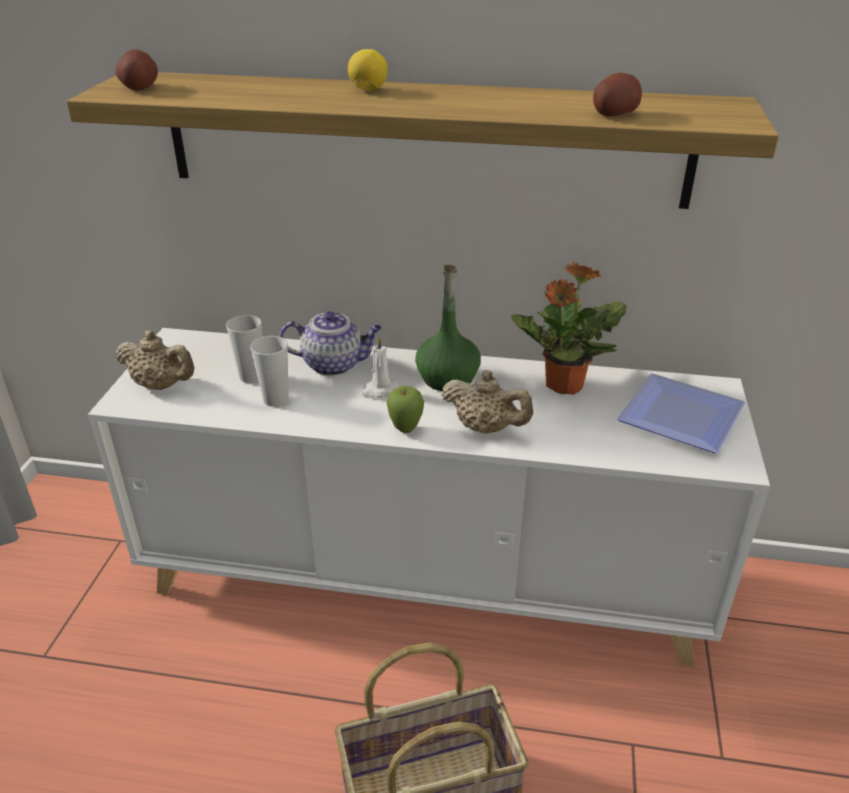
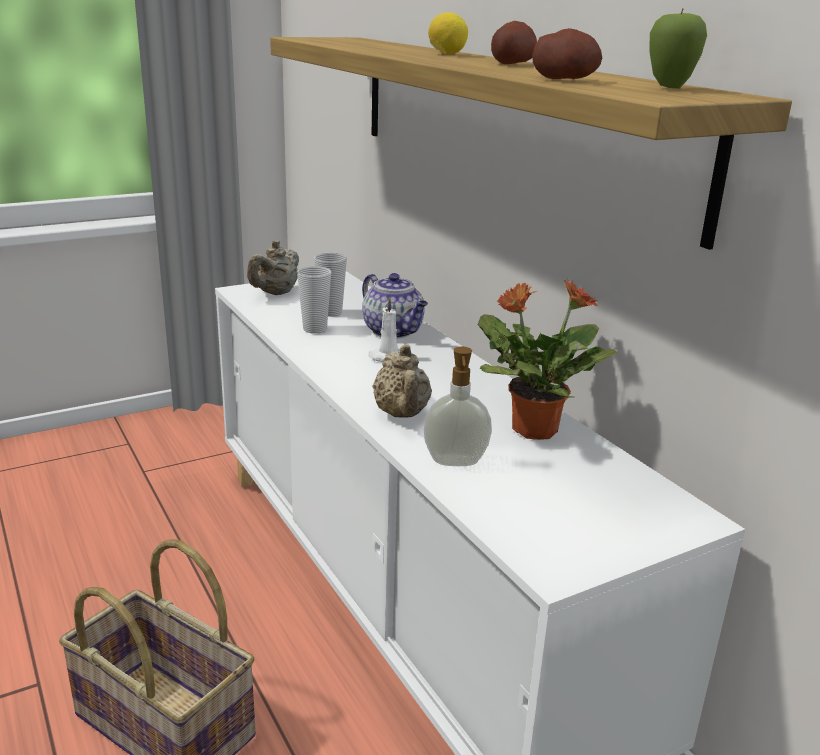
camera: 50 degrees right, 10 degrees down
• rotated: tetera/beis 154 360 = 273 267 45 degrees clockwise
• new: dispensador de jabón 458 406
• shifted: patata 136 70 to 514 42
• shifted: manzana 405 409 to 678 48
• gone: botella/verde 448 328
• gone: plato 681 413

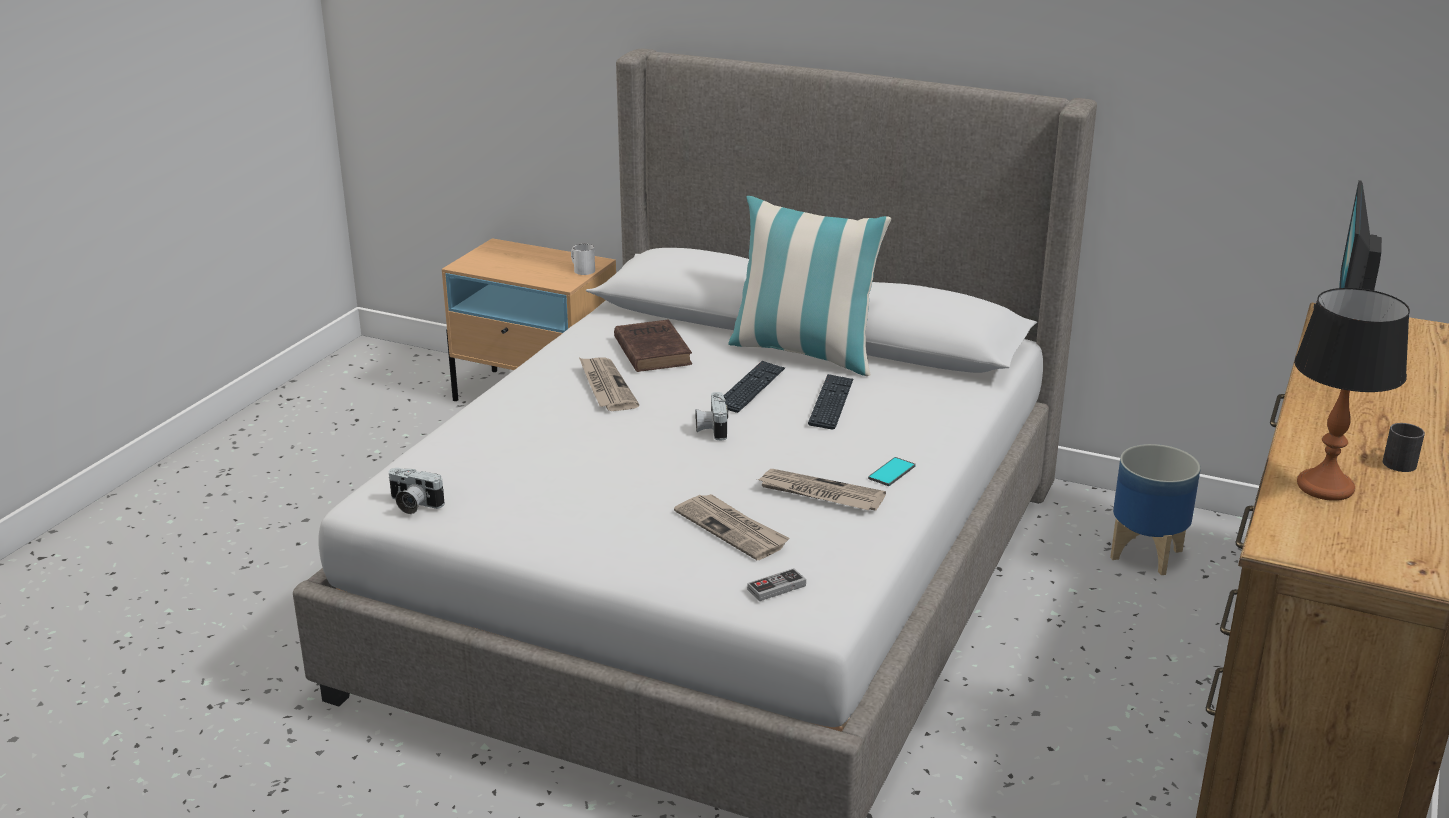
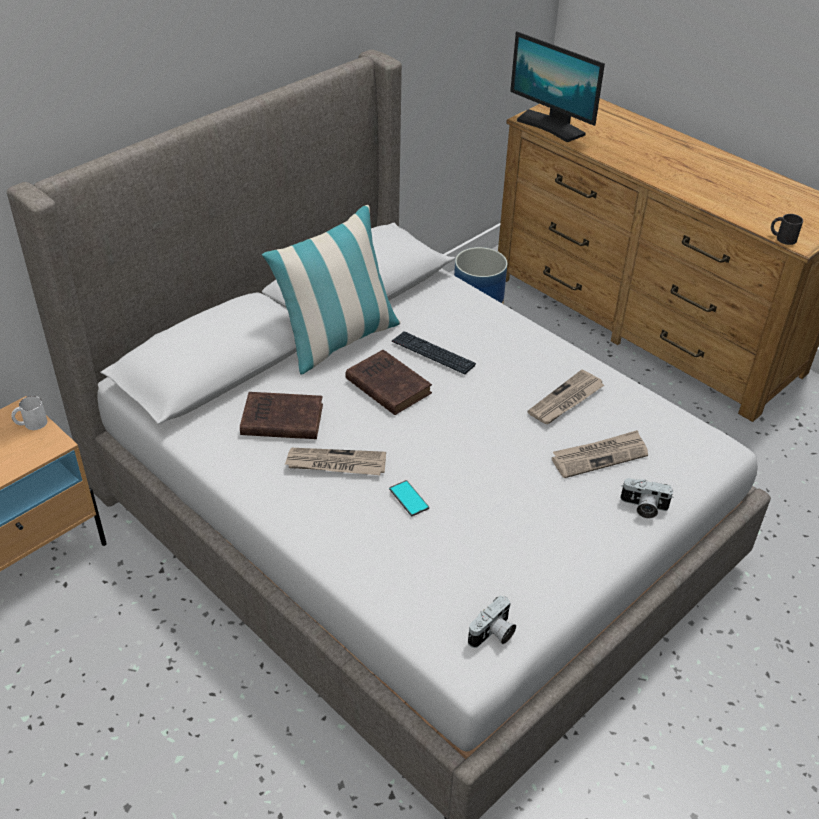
camera: 70 degrees left, 15 degrees up
• swapped: teclado 754 387 to libro/marrón 388 382
• shifted: móvil 892 471 to 409 498
• shifted: cámara 712 416 to 647 498
• shifted: taza grande/negro 1404 447 to 787 229
• gone: mando de consola 776 584
• gone: lámpara de mesa 1352 394

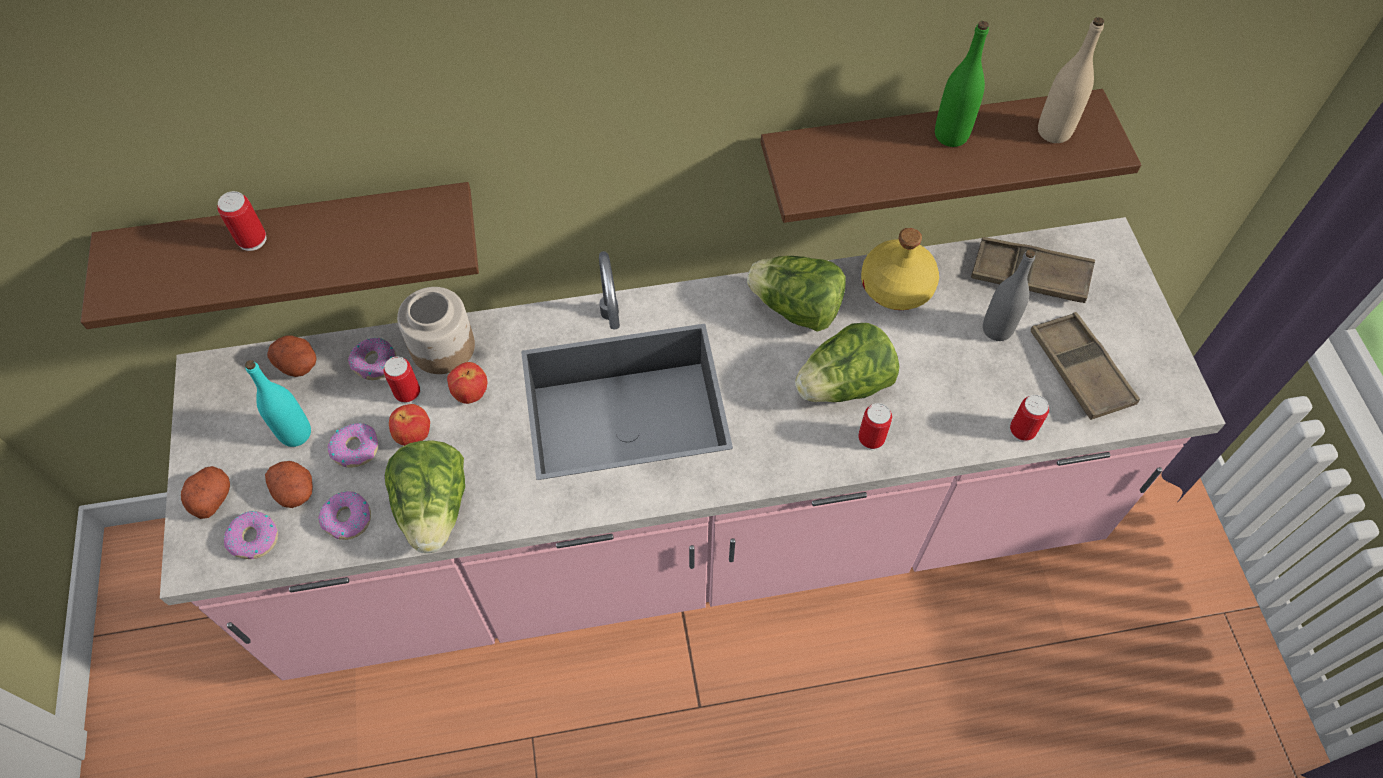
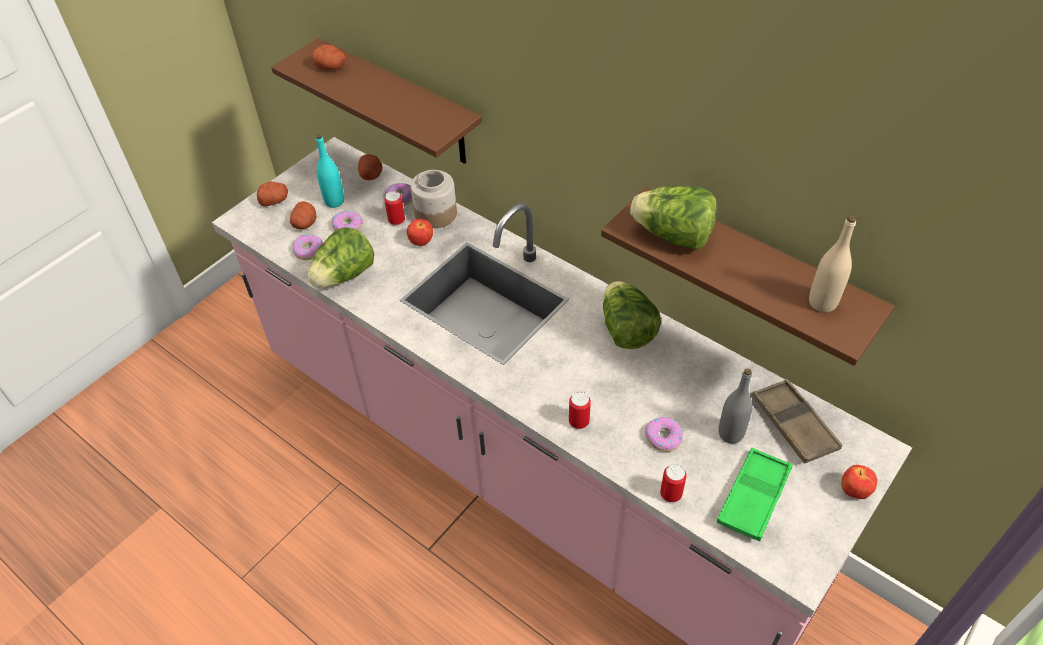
camera: 50 degrees right, 10 degrees down
• new: patata 329 57
• shifted: lechuga 847 362 to 673 218
• shifted: rosquilla 251 535 to 664 434
• repainted: bandeja/marrón 1085 366 to bandeja/verde 755 495
• shifted: manzana 409 425 to 859 482
• gone: lata 241 221
• gone: botella/amarillo 900 269
• gone: botella/verde 962 84

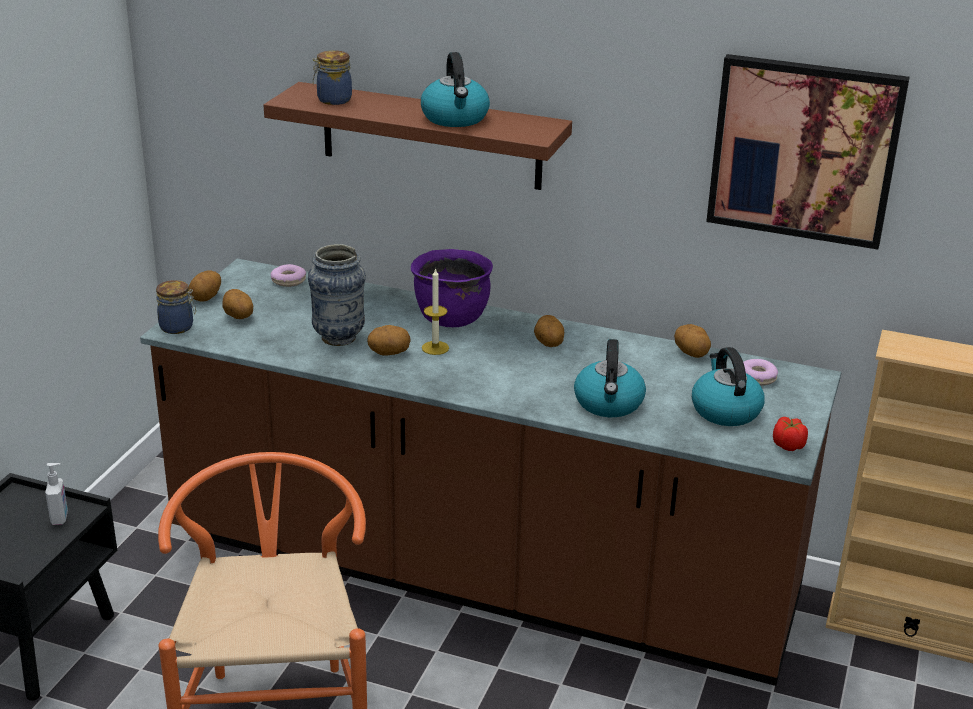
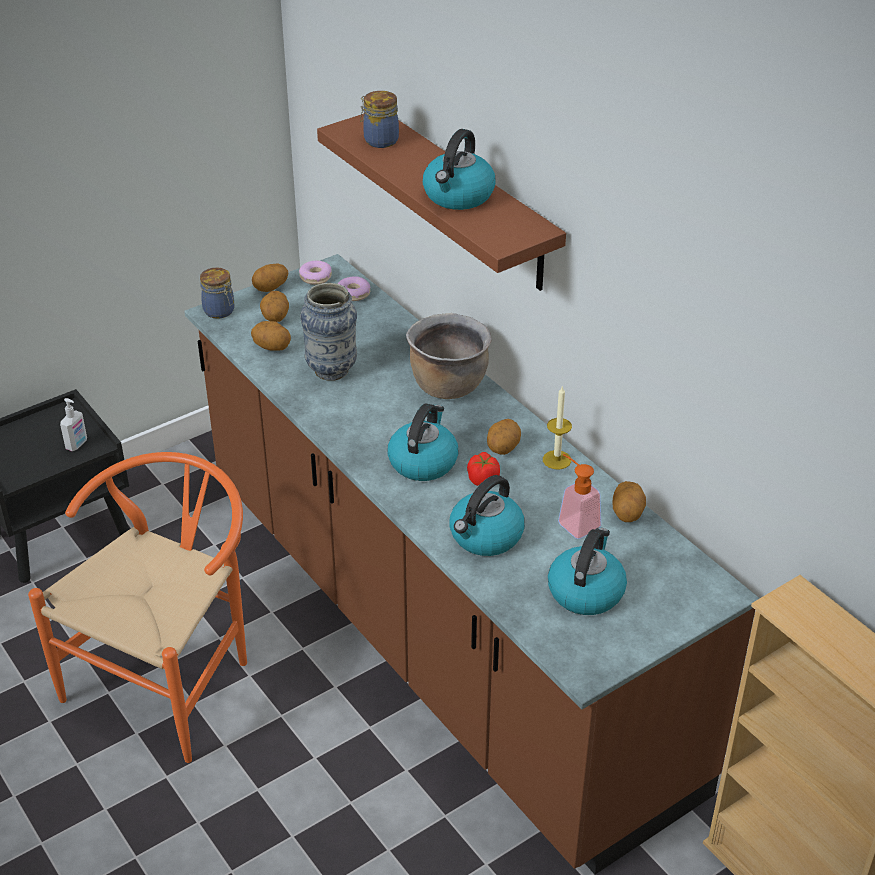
camera: 35 degrees right, 10 degrees up
• shifted: patata 389 340 to 271 336
• shifted: rosquilla 760 372 to 315 273
• new: hervidor 423 442
• repainted: olla/morado 452 288 to olla/marrón 449 356
• shifted: tomate 790 434 to 483 469
• shifted: vela 435 311 to 557 427
• new: dispensador de jabón 579 496
• gone: cuadro 808 151

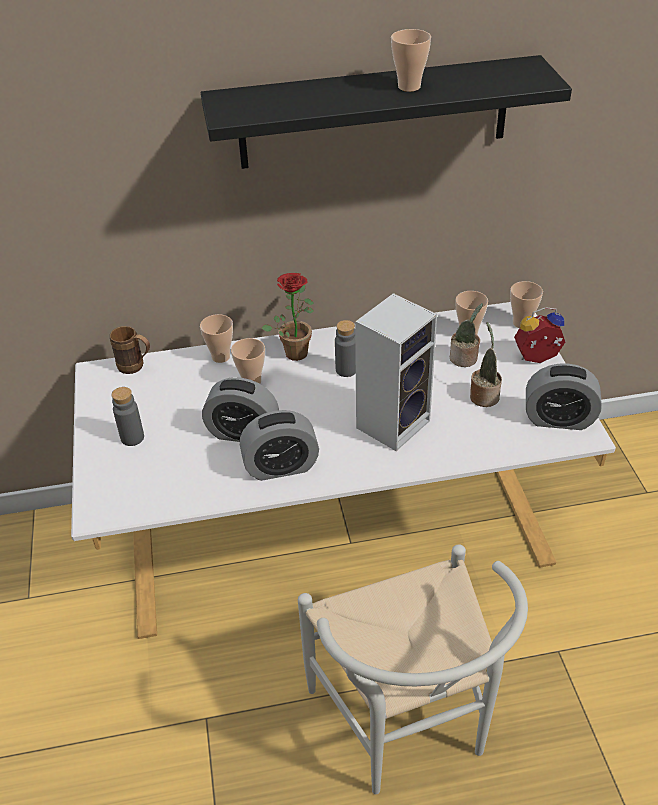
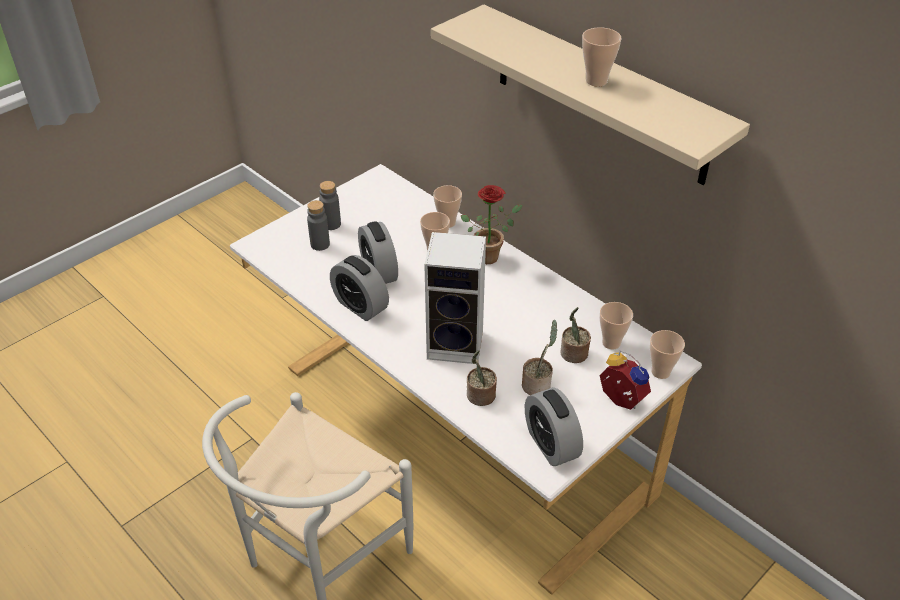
camera: 55 degrees right, 0 degrees up
• shifted: botella/gris 345 348 to 318 225
• repainted: estante/negro 386 112 to estante/beis 590 94
• new: planta en maceta 482 378
• gone: taza grande/marrón 130 350

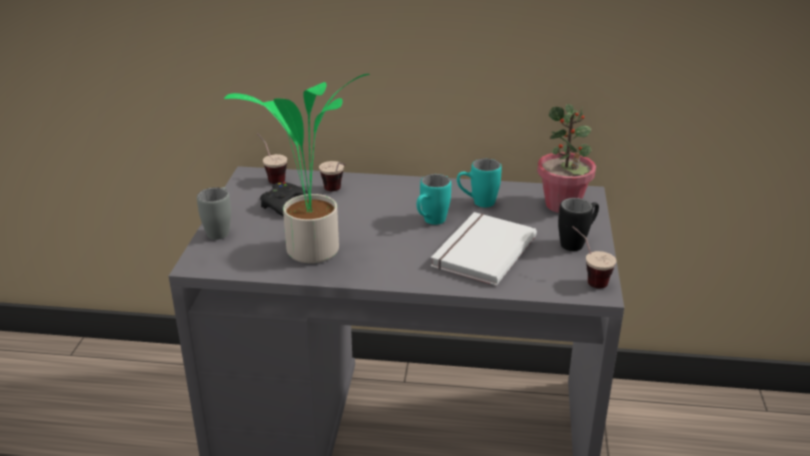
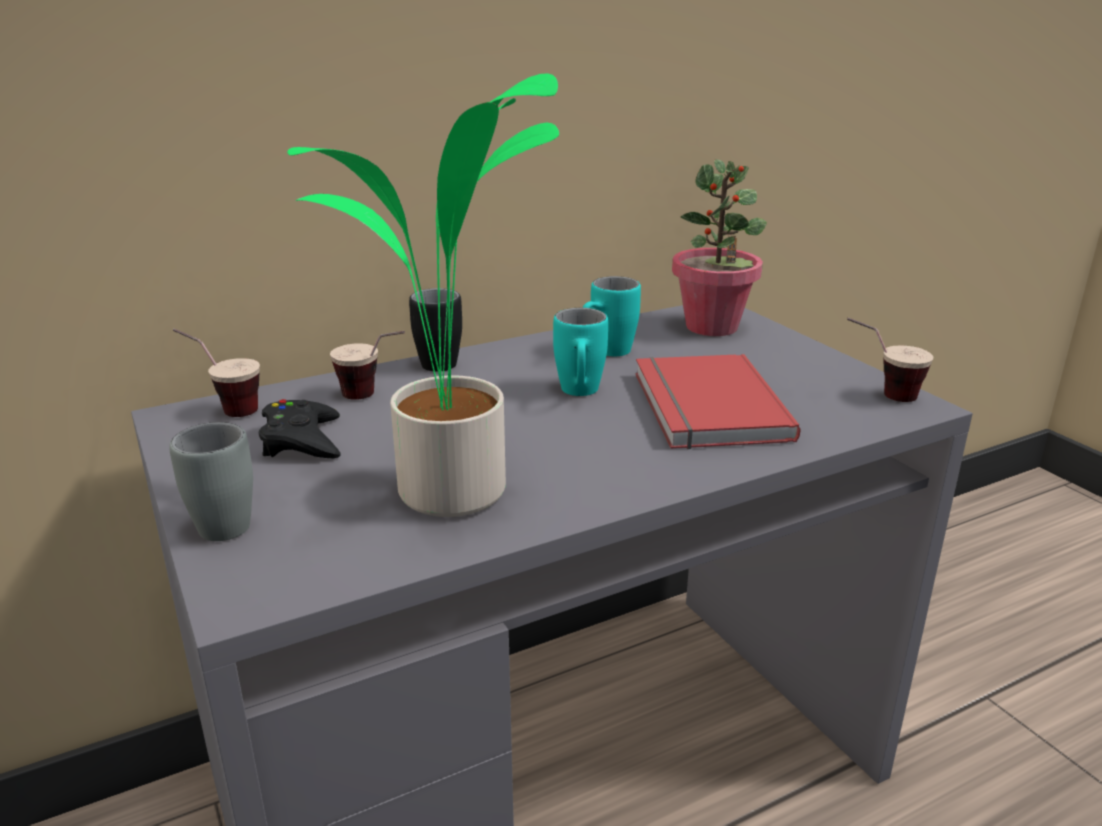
camera: 35 degrees left, 5 degrees down
• shifted: taza grande/negro 578 224 to 435 330
• repainted: libro/blanco 484 249 to libro/rojo 718 401

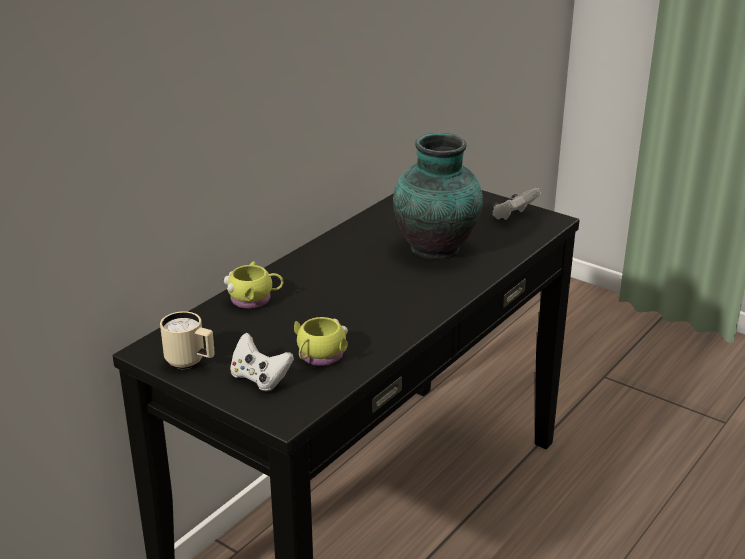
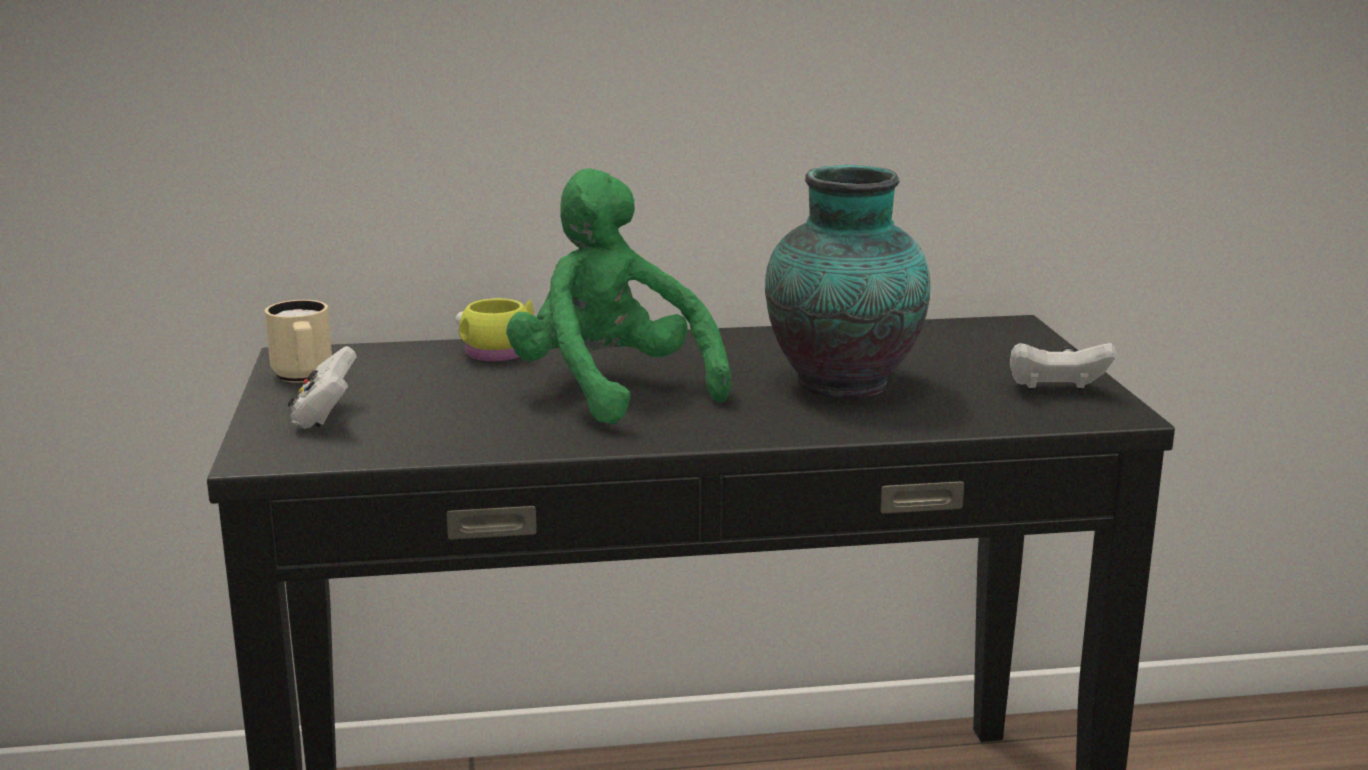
camera: 45 degrees right, 10 degrees down
• new: peluche/verde 618 296
• gone: taza grande/amarillo 321 341

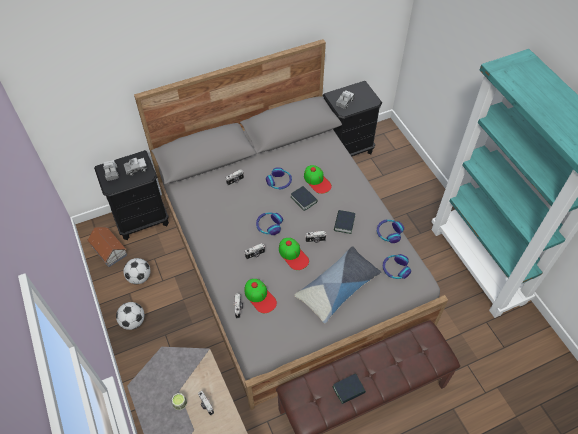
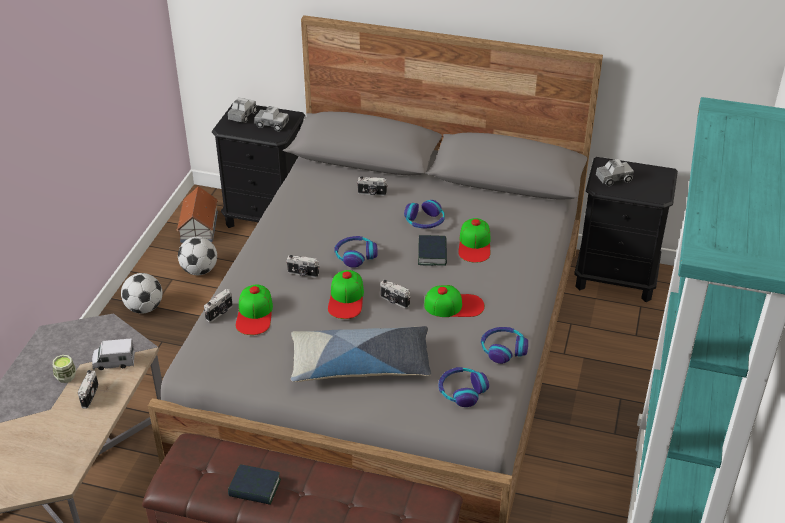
camera: 40 degrees right, 15 degrees down
• new: camión de juguete 113 354
• swapped: libro 344 222 to gorra 454 301

